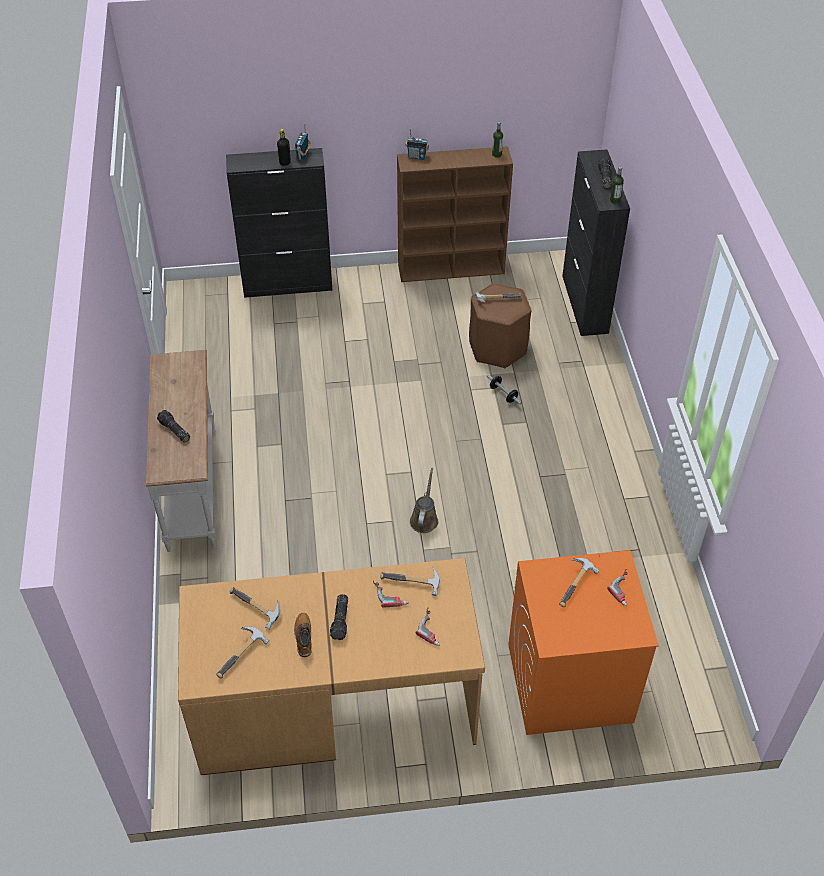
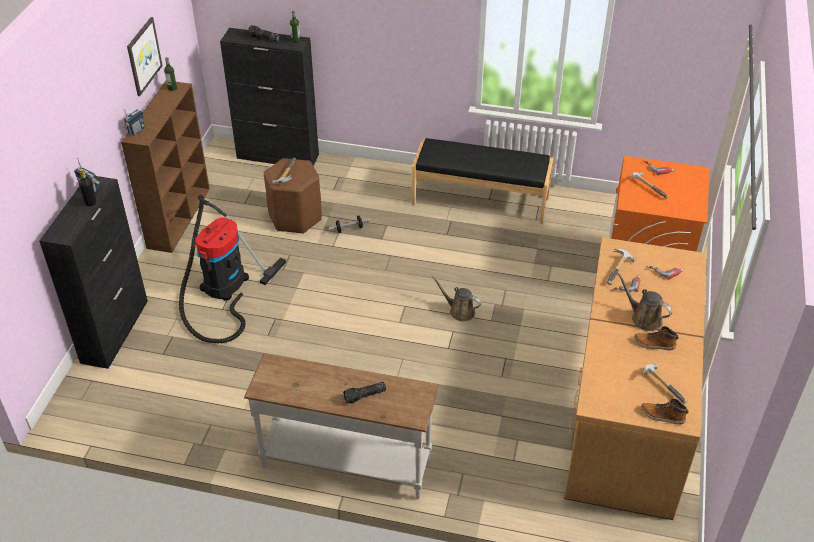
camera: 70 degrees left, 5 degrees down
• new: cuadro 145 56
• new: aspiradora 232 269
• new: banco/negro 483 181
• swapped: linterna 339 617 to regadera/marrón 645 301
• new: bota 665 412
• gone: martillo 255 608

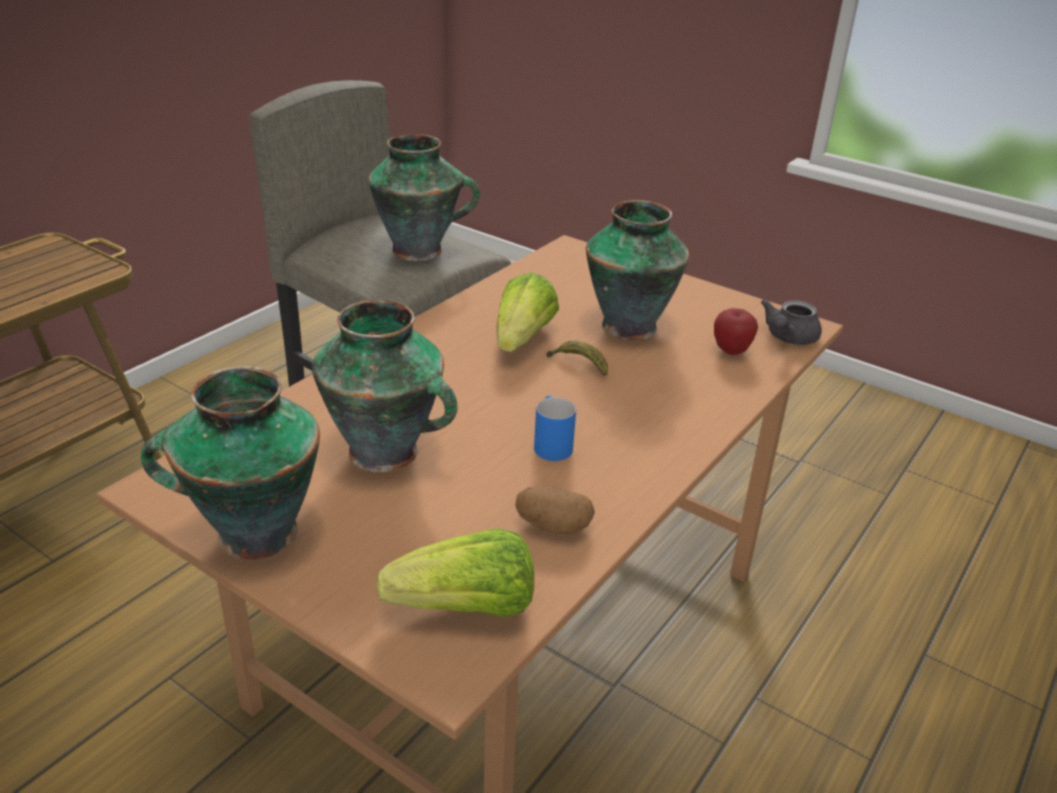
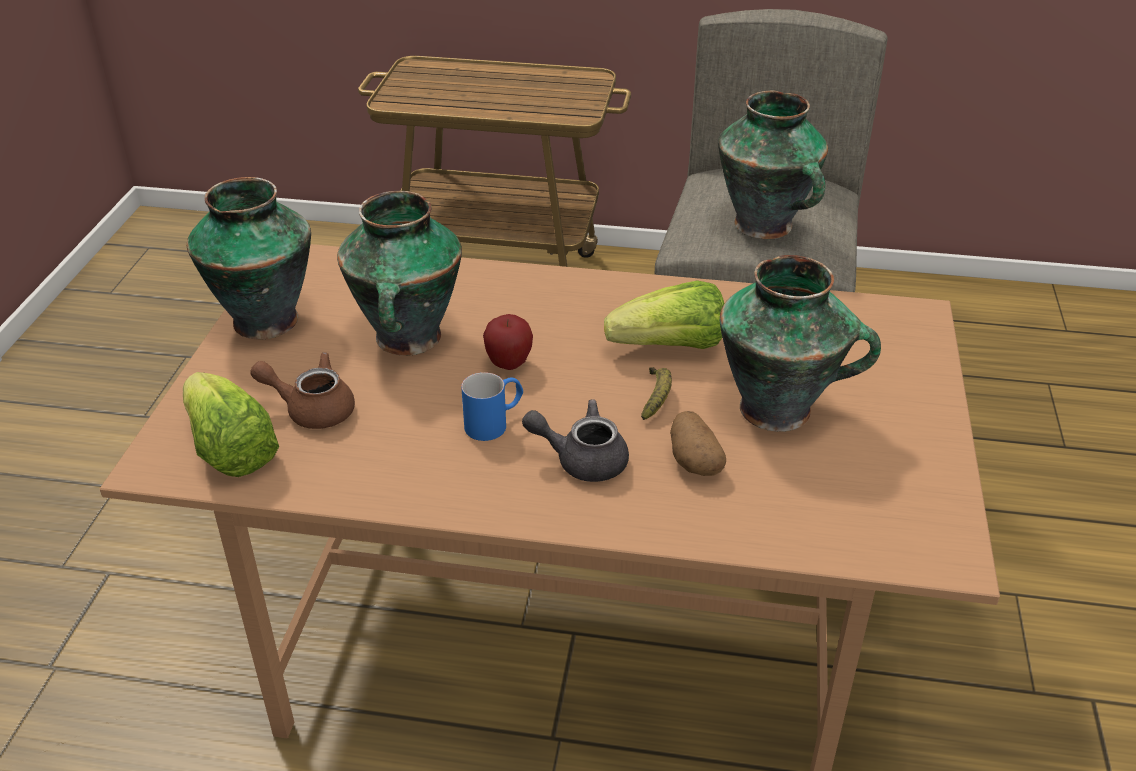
camera: 65 degrees right, 5 degrees up
• new: tetera/marrón 302 390
• shifted: manzana 736 331 to 508 342
• shifted: tetera/gris 791 322 to 575 440
• shifted: patata 555 510 to 698 443

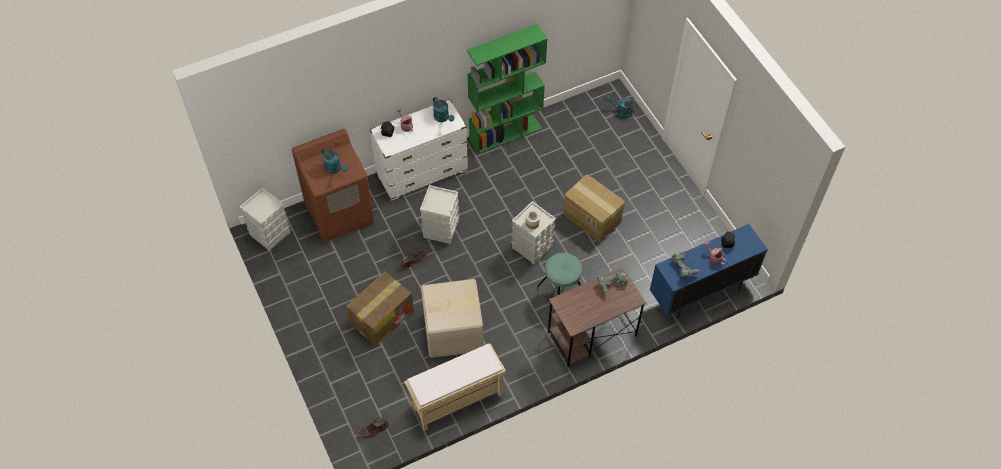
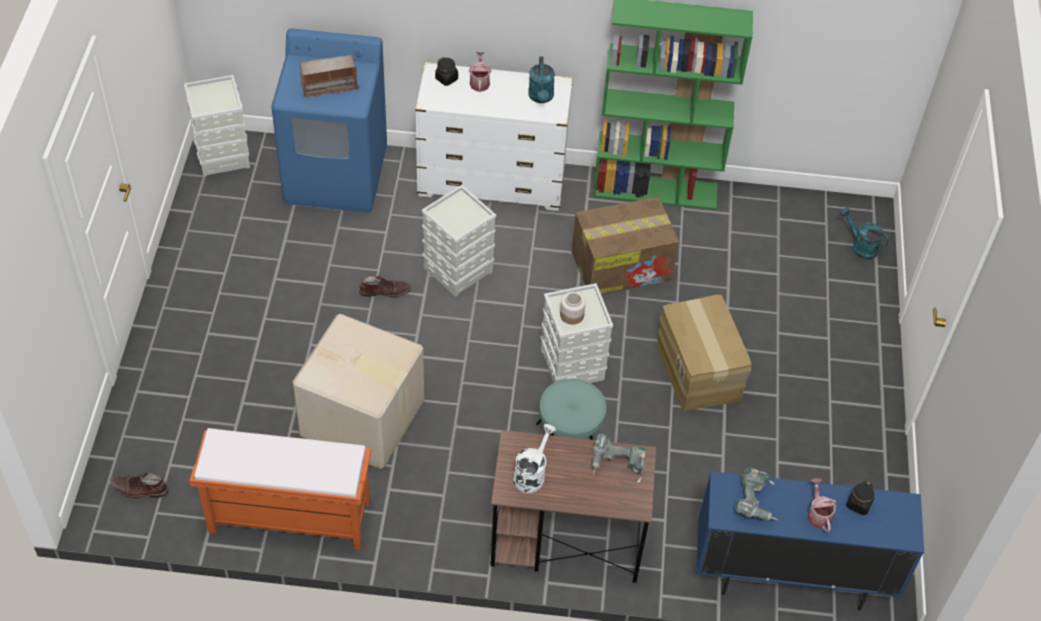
camera: 30 degrees right, 5 degrees down
• repainted: banco/beis 455 387 to banco/naranja 280 489
• repainted: lavadora/marrón 333 185 to lavadora/azul 329 120
• swapped: regadera/turquesa 334 161 to radio 330 76
• new: regadera/blanco 534 458
• shifted: caja de cartón 380 308 to 625 246

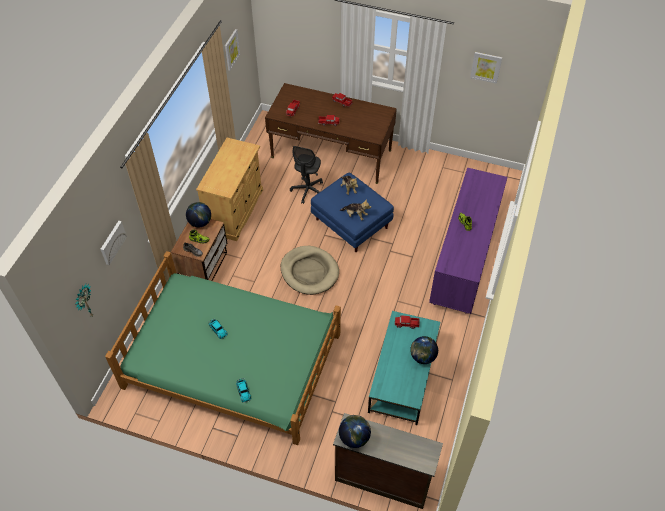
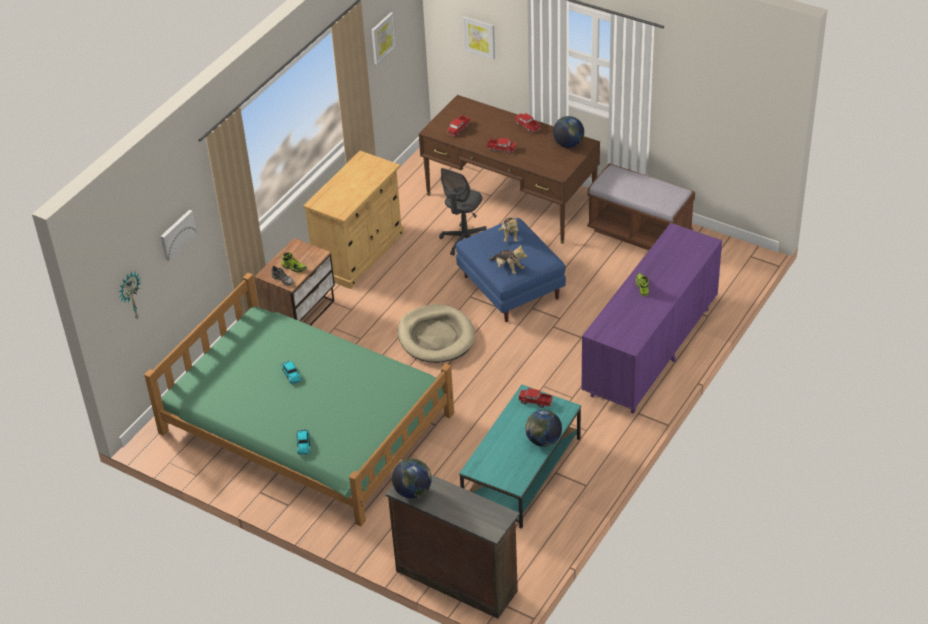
camera: 15 degrees right, 10 degrees down
• shifted: cuadro 486 68 to 479 38
• shifted: globo terráqueo 198 214 to 568 132
• new: banco/marrón 641 206

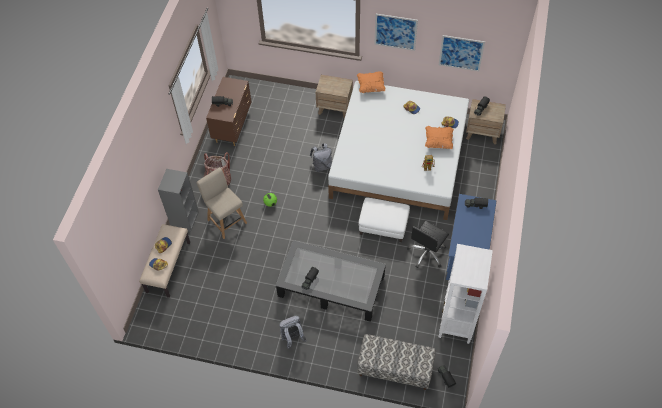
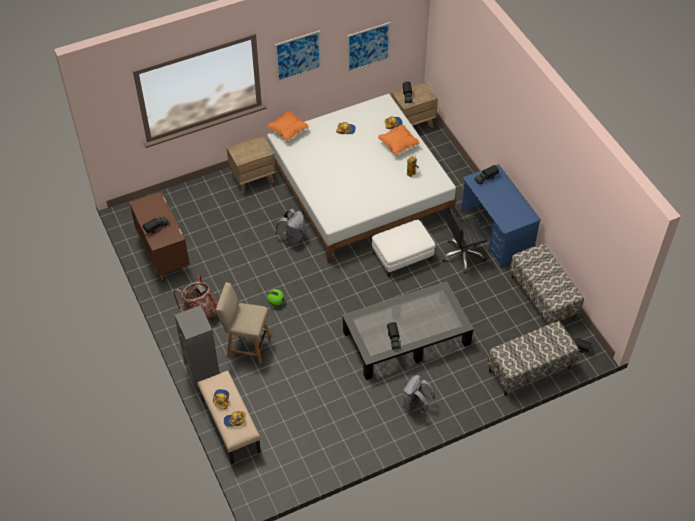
camera: 40 degrees left, 5 degrees down
• rotated: silla de oficina/negro 428 244 = 464 240 75 degrees clockwise
• swapped: estantería/blanco 466 294 to banco 547 284

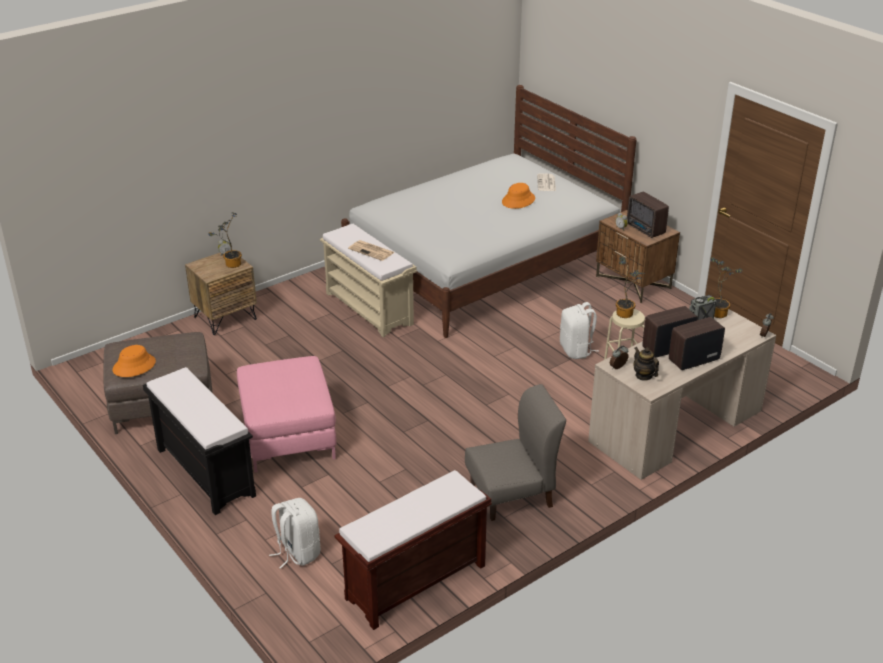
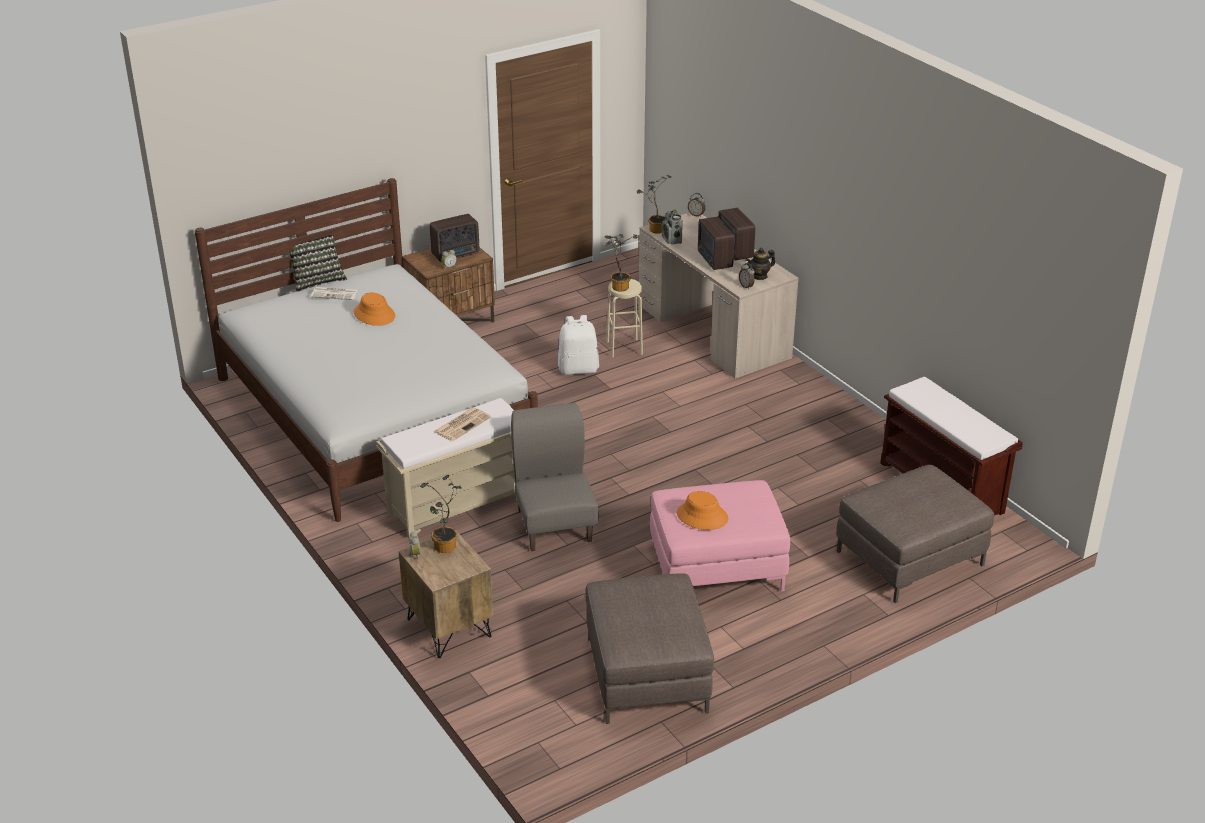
camera: 85 degrees left, 0 degrees up
• new: cojín 318 263
• shifted: silla/gris 515 452 to 555 477
• shifted: sombrero/naranja 134 361 to 702 510
• swapped: mochila/blanco 294 533 to puf/marrón 915 534
• gone: banco/negro 199 441

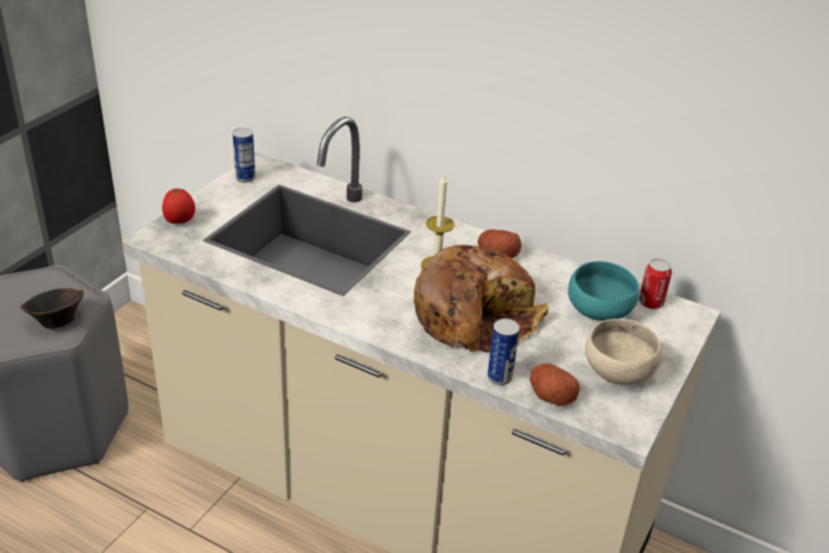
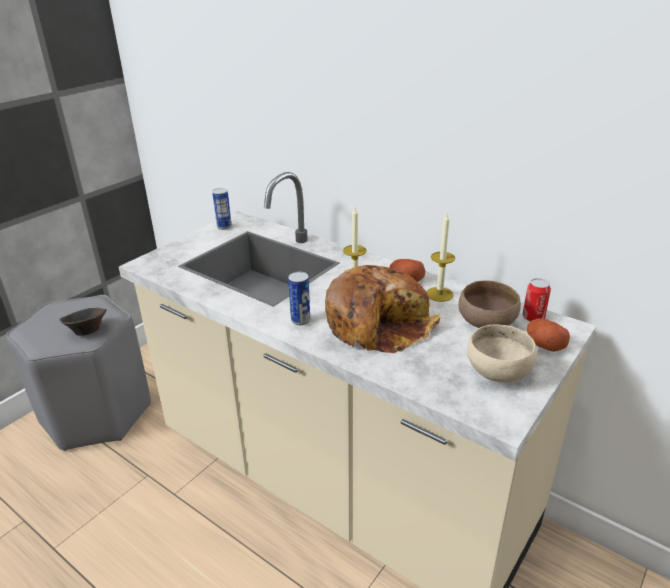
camera: 10 degrees right, 5 degrees down
• shifted: lata 503 351 to 299 298
• new: vela 441 258
• repainted: cuenco/turquesa 603 291 to cuenco/marrón 489 304
• shifted: patata 555 384 to 548 335
• gone: tomate 178 206

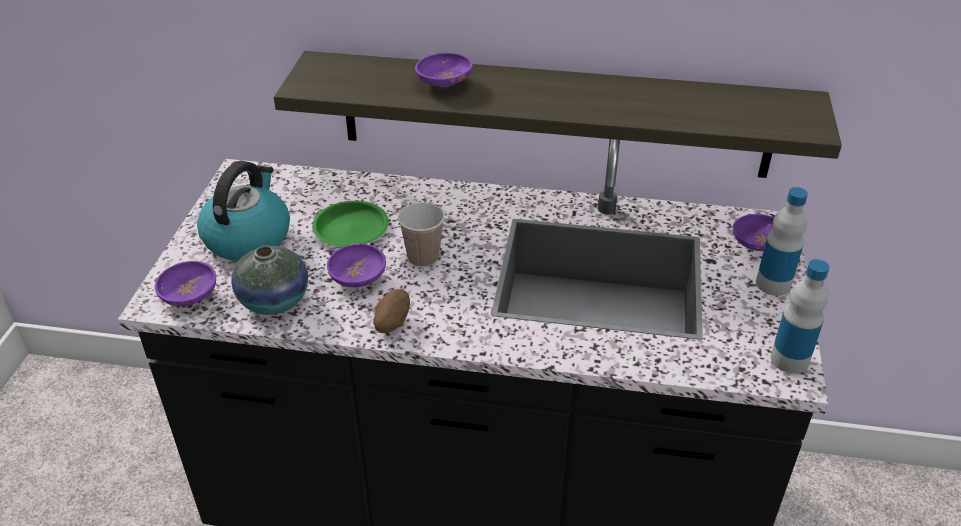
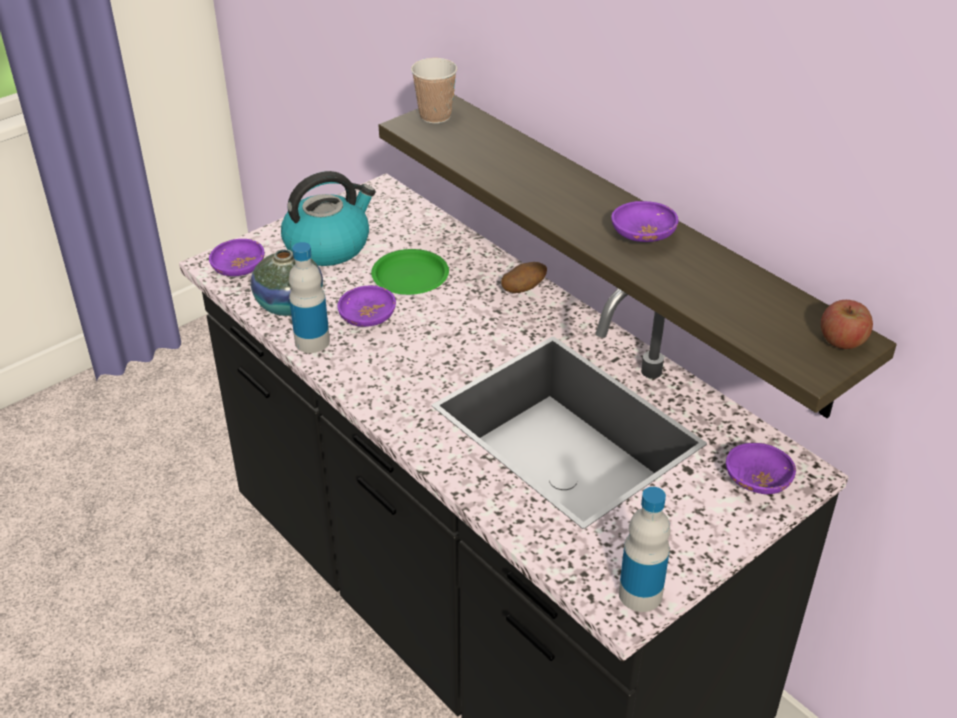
camera: 40 degrees right, 0 degrees up
• shifted: botella 782 241 to 309 297
• shifted: taza 421 234 to 434 91
• shifted: patata 391 311 to 524 277
• shifted: cuenco/morado 444 70 to 645 221
• new: manzana 847 324

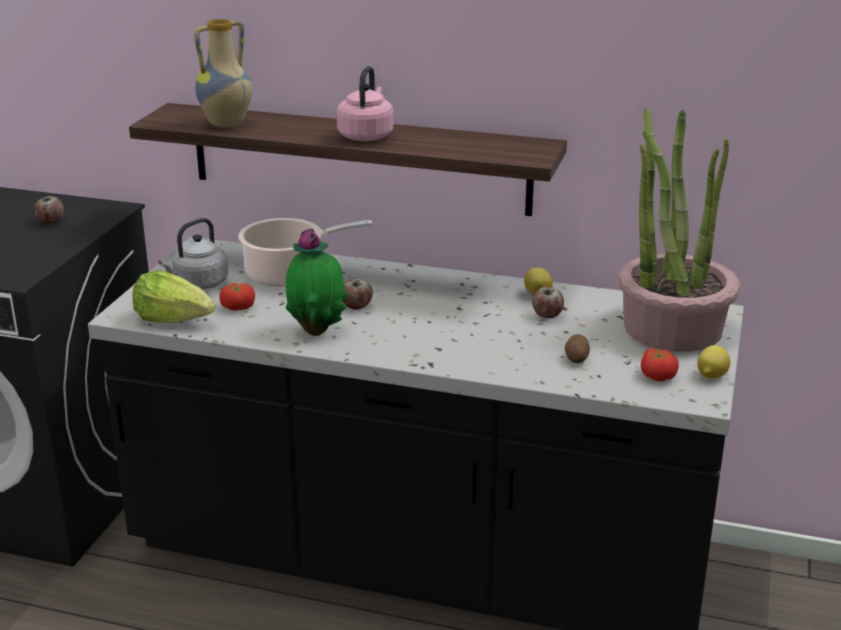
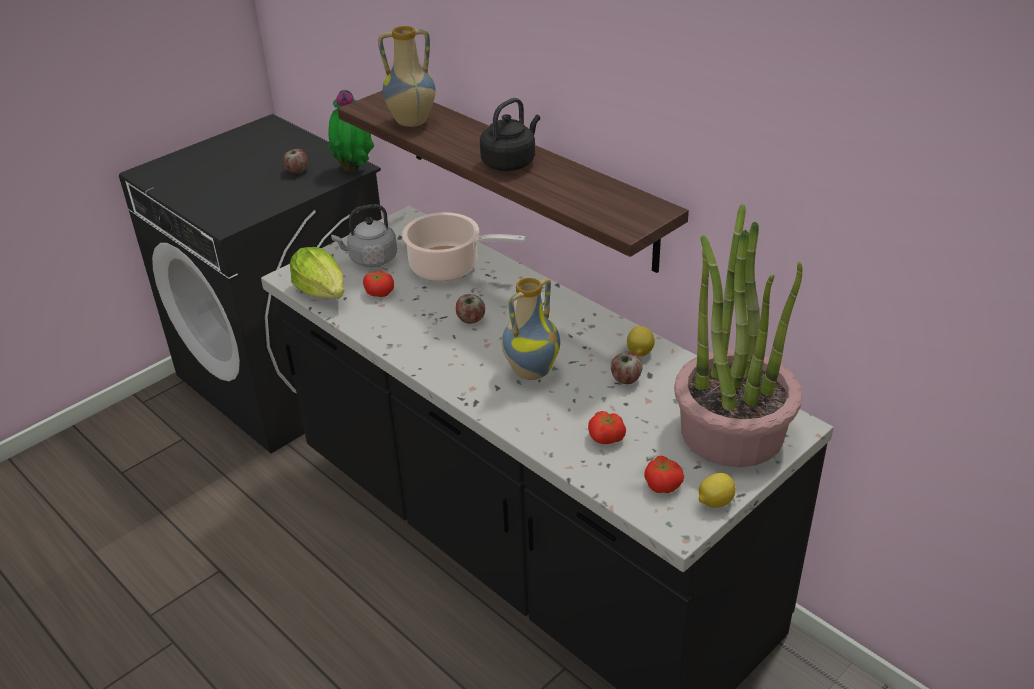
camera: 30 degrees right, 10 degrees up
• shifted: planta en maceta 317 282 to 351 131
• repainted: hervidor/rosa 365 103 to hervidor/negro 510 134
• new: florero 531 329
• swapped: patata 577 348 to tomate 607 427

